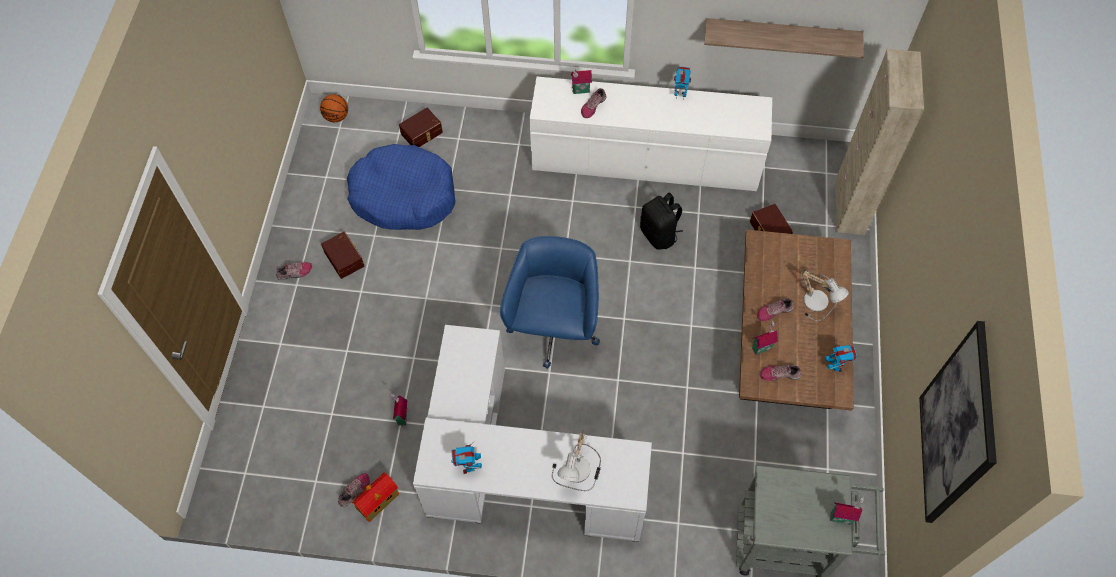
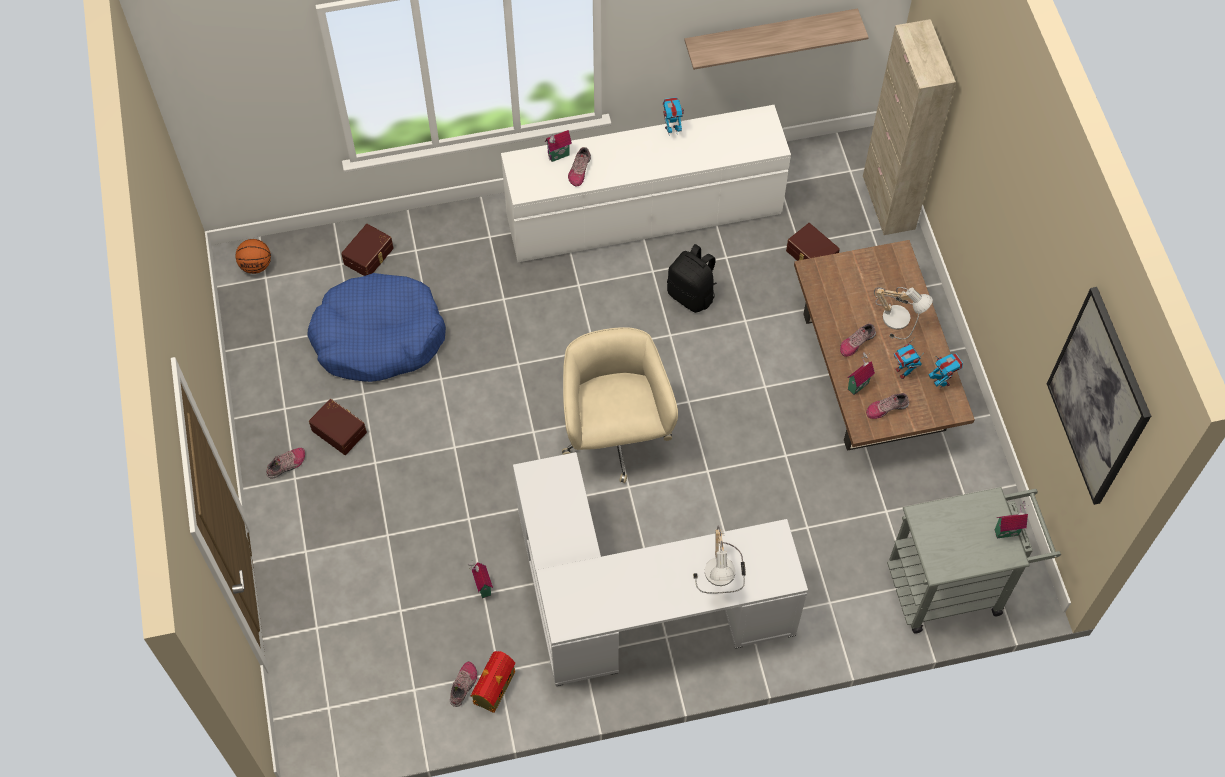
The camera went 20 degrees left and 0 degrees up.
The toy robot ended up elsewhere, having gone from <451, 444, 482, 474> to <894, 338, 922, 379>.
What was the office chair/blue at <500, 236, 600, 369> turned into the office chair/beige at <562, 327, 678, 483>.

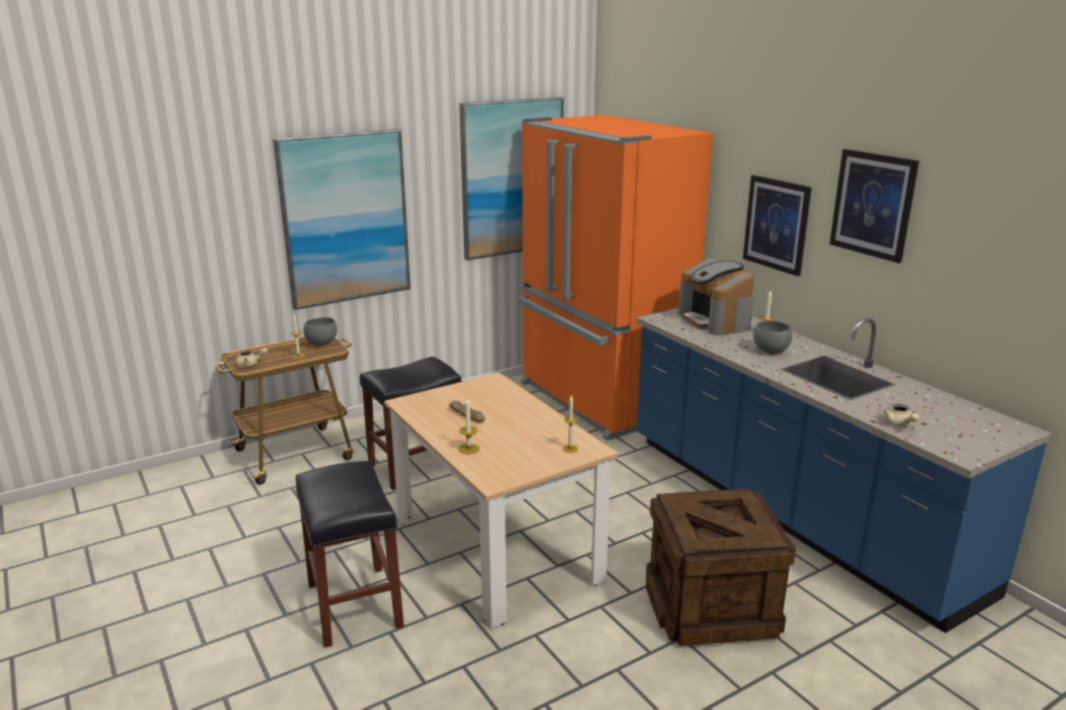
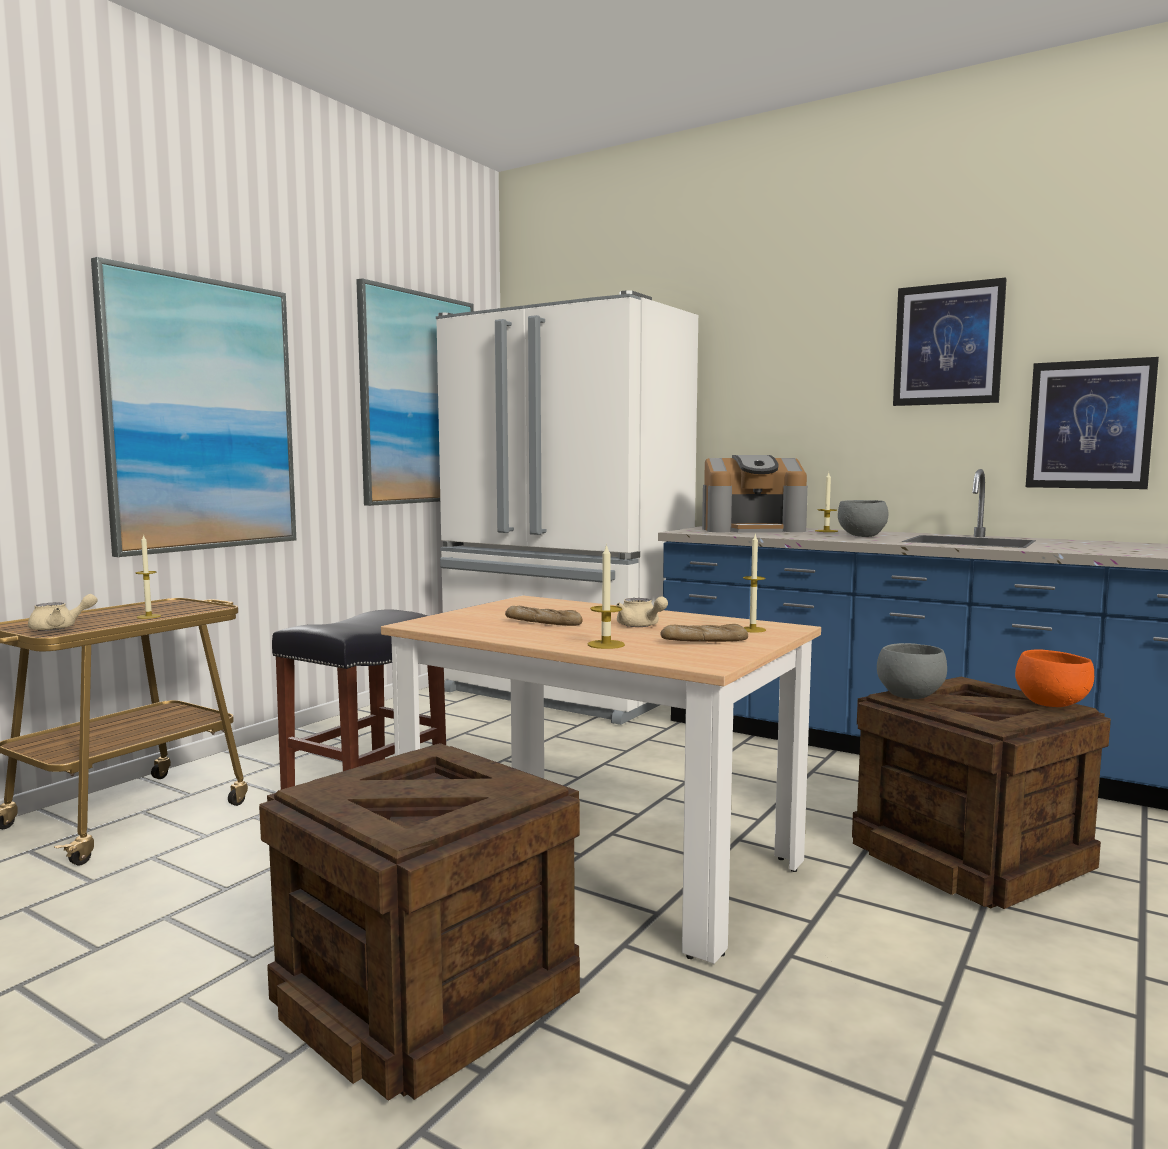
The camera went 25 degrees left and 15 degrees down.
Where the stool/black stood at <296, 461, 404, 648>, the crate came to stand at <259, 743, 580, 1100>.
The bowl/grey ended up elsewhere, having gone from <303, 317, 337, 346> to <877, 643, 947, 699>.
What was the fridge/orange at <518, 115, 713, 441> turned into the fridge/white at <436, 290, 698, 725>.
The coffee machine at <678, 259, 754, 335> ended up facing another way, 45 degrees counterclockwise from before.
The picture ended up elsewhere, having gone from <743, 175, 812, 276> to <1026, 357, 1159, 489>.
The teapot/beige ended up elsewhere, having gone from <883, 404, 919, 427> to <616, 597, 668, 627>.
The second view gained the bread at <660, 624, 748, 642>.
The second view gained the bowl/orange at <1015, 650, 1094, 707>.

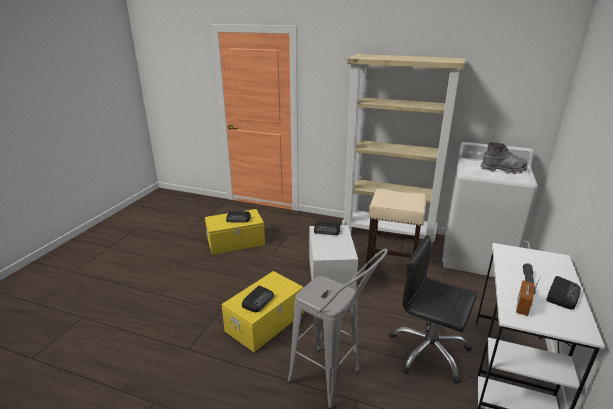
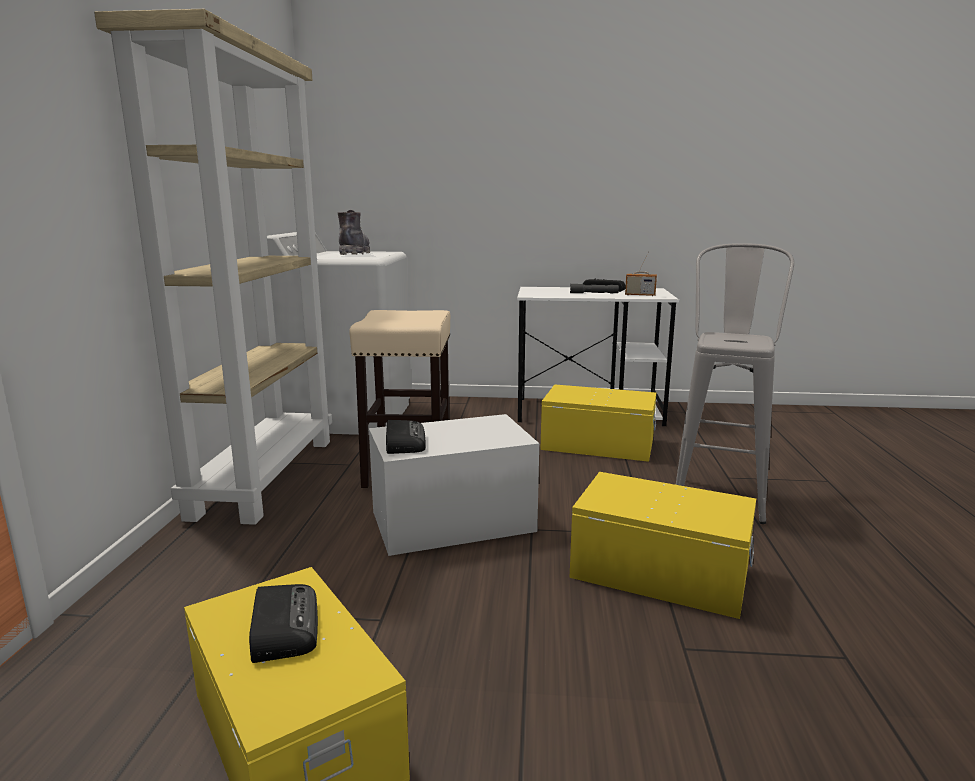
The camera went 105 degrees left and 10 degrees down.
The second view lost the radio at <242, 286, 274, 312>.
Where the office chair/black stood at <389, 235, 477, 384>, the storage box/yellow came to stand at <541, 384, 656, 462>.

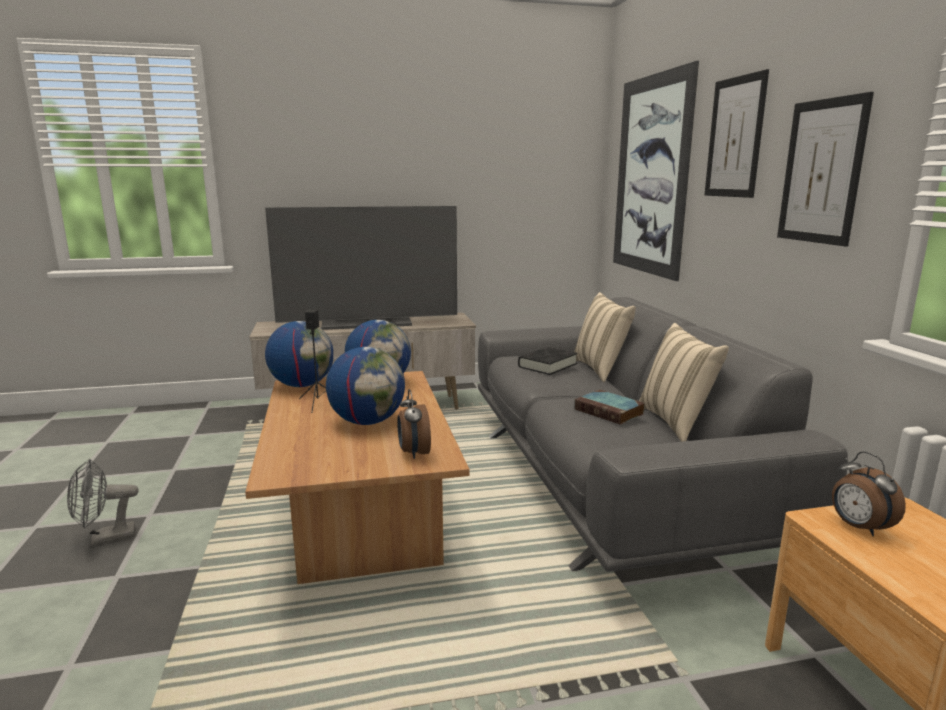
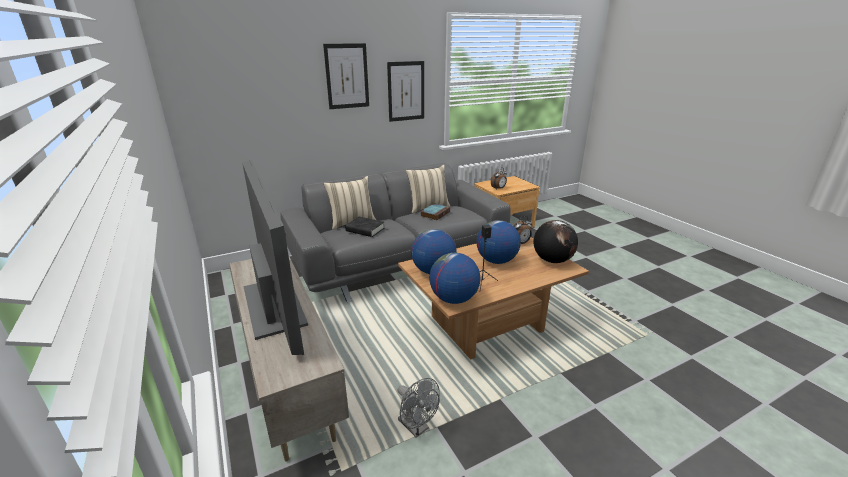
The camera went 105 degrees left and 10 degrees up.
The fan/grey ended up elsewhere, having gone from <67, 459, 139, 546> to <398, 378, 440, 438>.
The second view lost the picture at <613, 61, 699, 281>.
The second view gained the globe at <533, 220, 578, 263>.

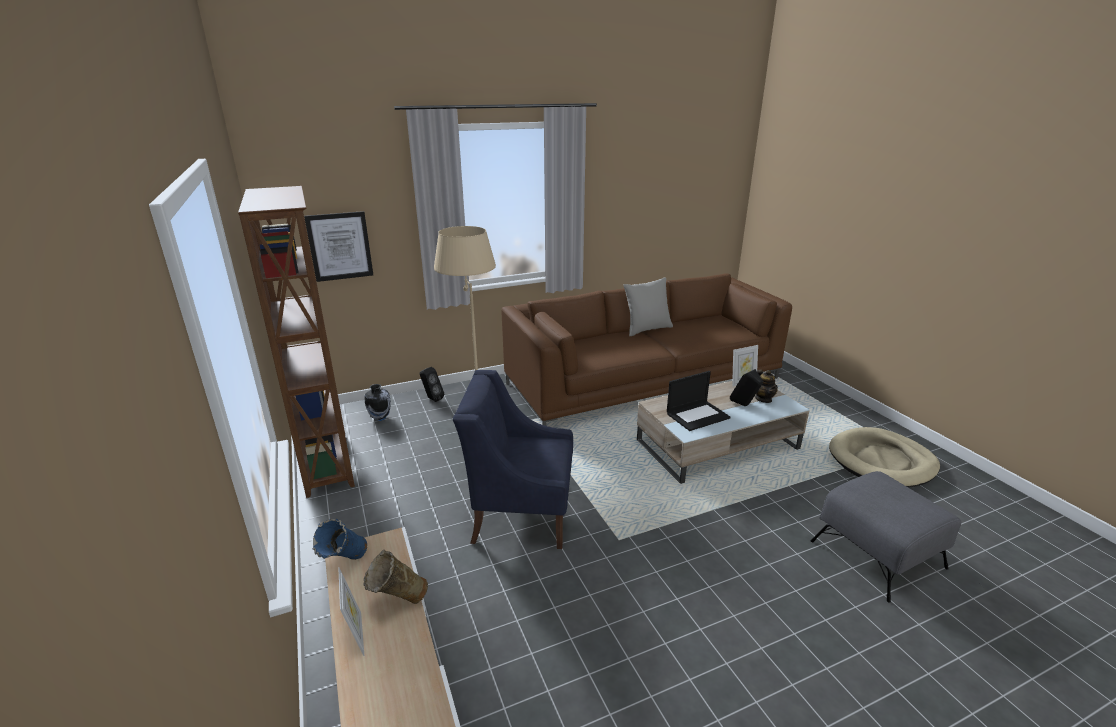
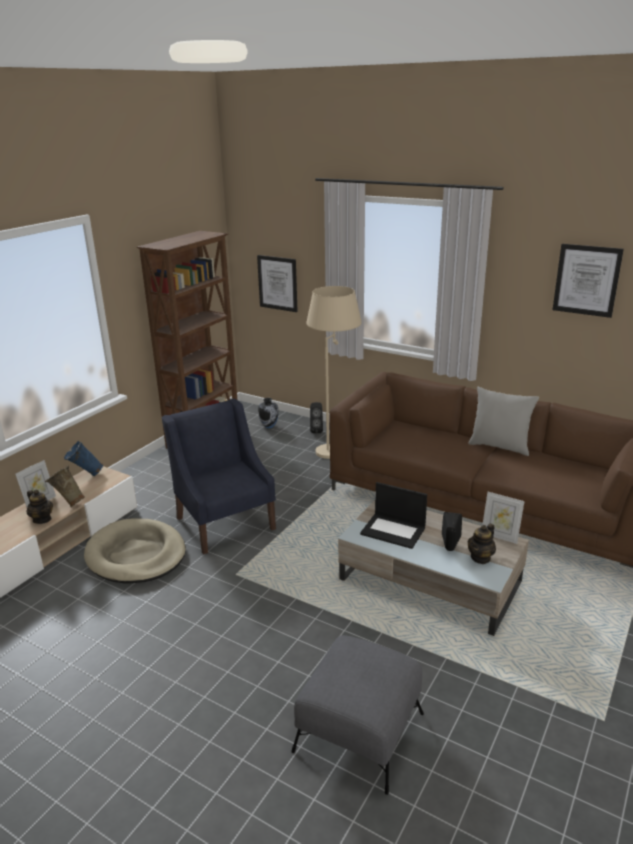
The camera went 55 degrees right and 0 degrees up.
The dog bed/beige ended up elsewhere, having gone from <829, 427, 940, 487> to <84, 519, 186, 583>.
The second view gained the teapot at <26, 490, 53, 524>.
The second view gained the picture at <553, 244, 624, 318>.

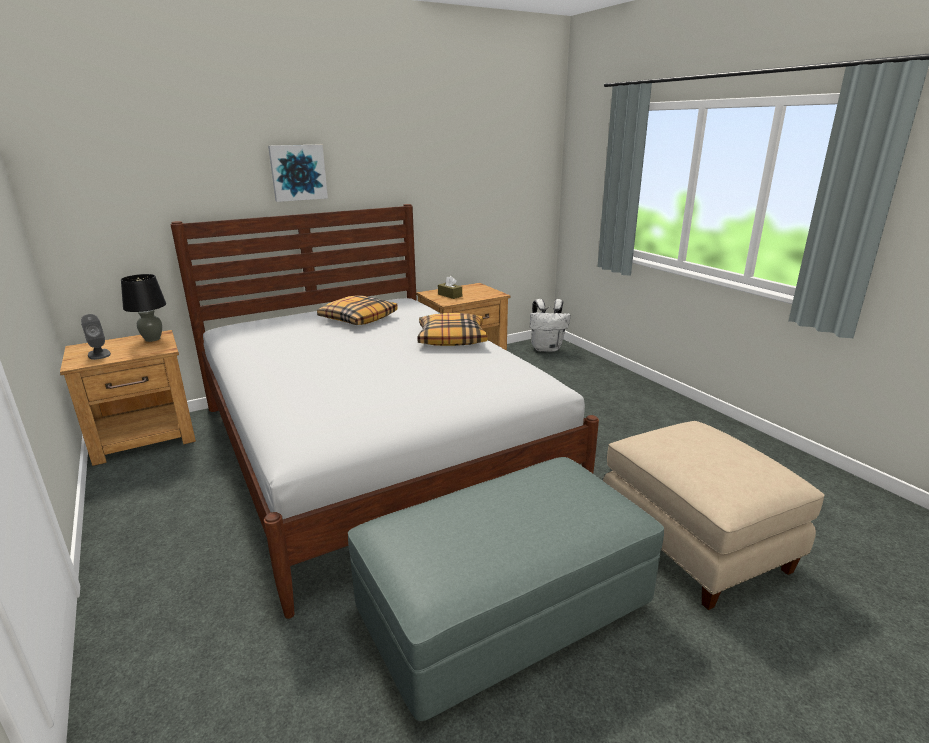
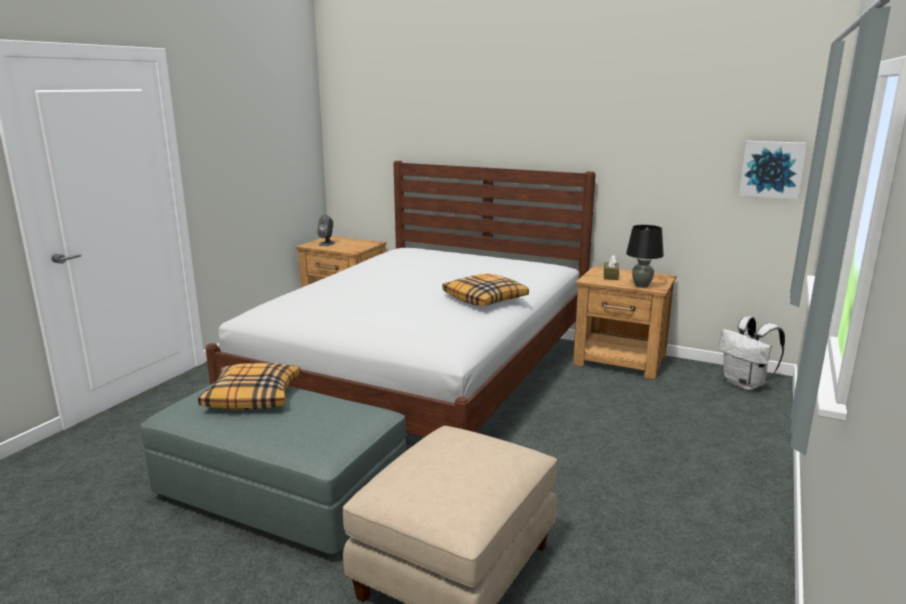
The camera went 55 degrees right and 5 degrees down.
The table lamp/black ended up elsewhere, having gone from <121, 274, 166, 342> to <626, 225, 664, 288>.
The picture ended up elsewhere, having gone from <268, 144, 328, 202> to <739, 141, 807, 200>.
The pillow ended up elsewhere, having gone from <317, 295, 398, 325> to <198, 363, 301, 410>.

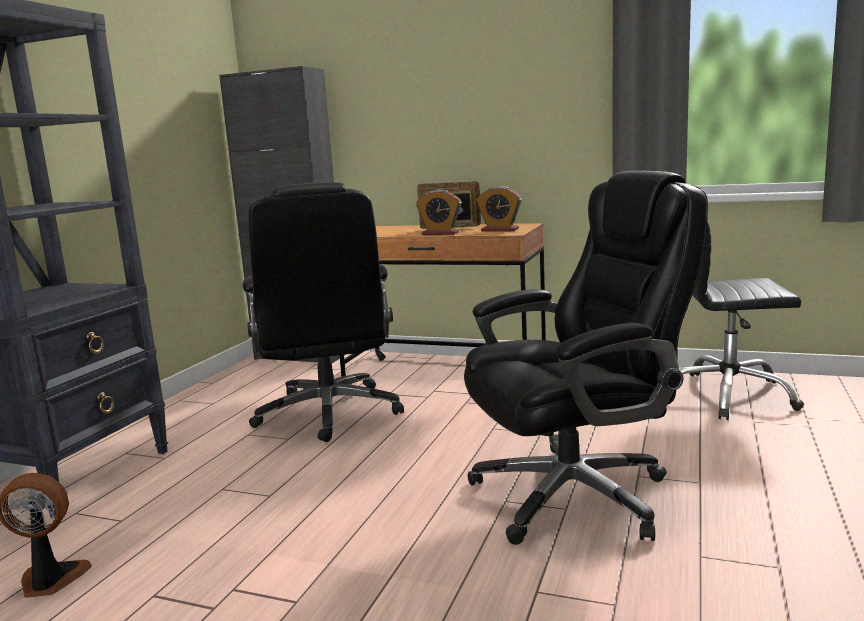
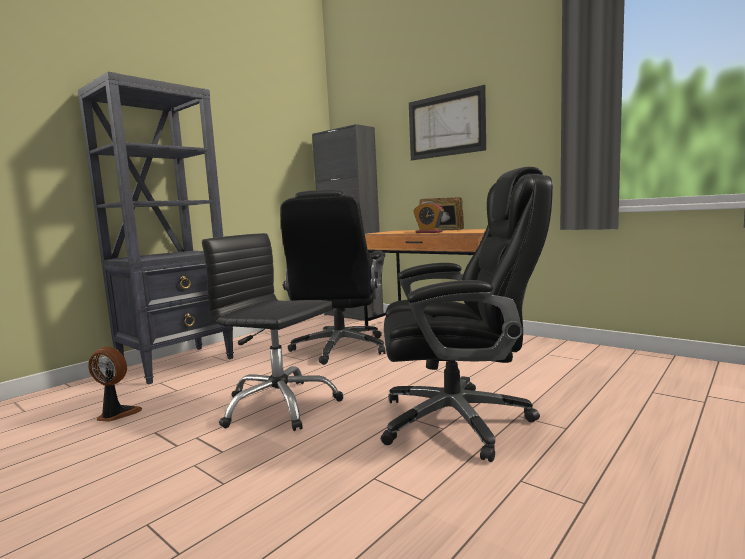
The camera went 20 degrees right and 5 degrees down.
The second view lost the alarm clock at <476, 186, 522, 232>.
The office chair/black ended up elsewhere, having gone from <679, 221, 804, 420> to <202, 233, 344, 431>.
The second view gained the picture at <409, 85, 486, 160>.

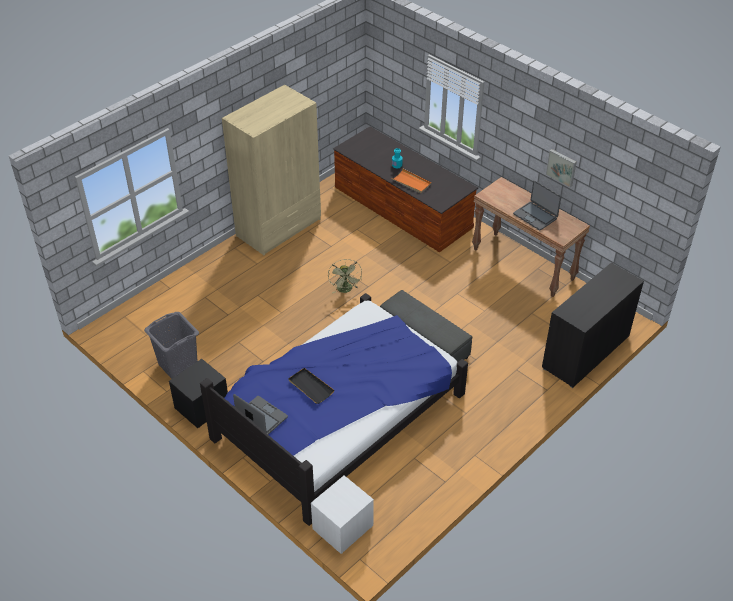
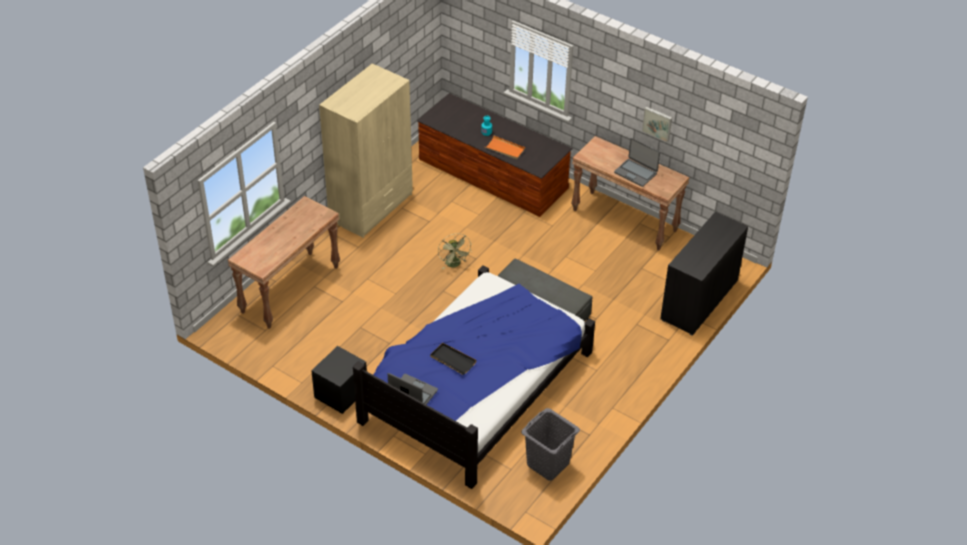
The camera went 10 degrees left and 0 degrees up.
The laundry basket/grey ended up elsewhere, having gone from <144, 312, 199, 379> to <521, 408, 580, 481>.
The second view lost the nightstand/white at <311, 475, 374, 554>.
The second view gained the console table/brown at <228, 196, 340, 329>.

